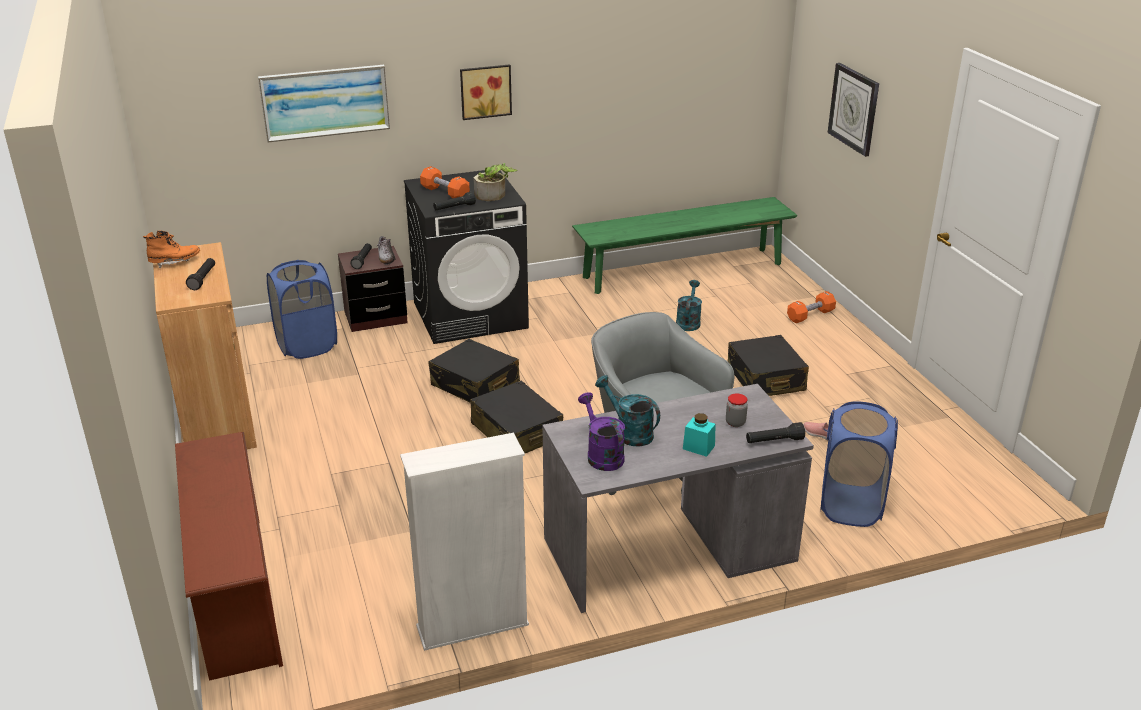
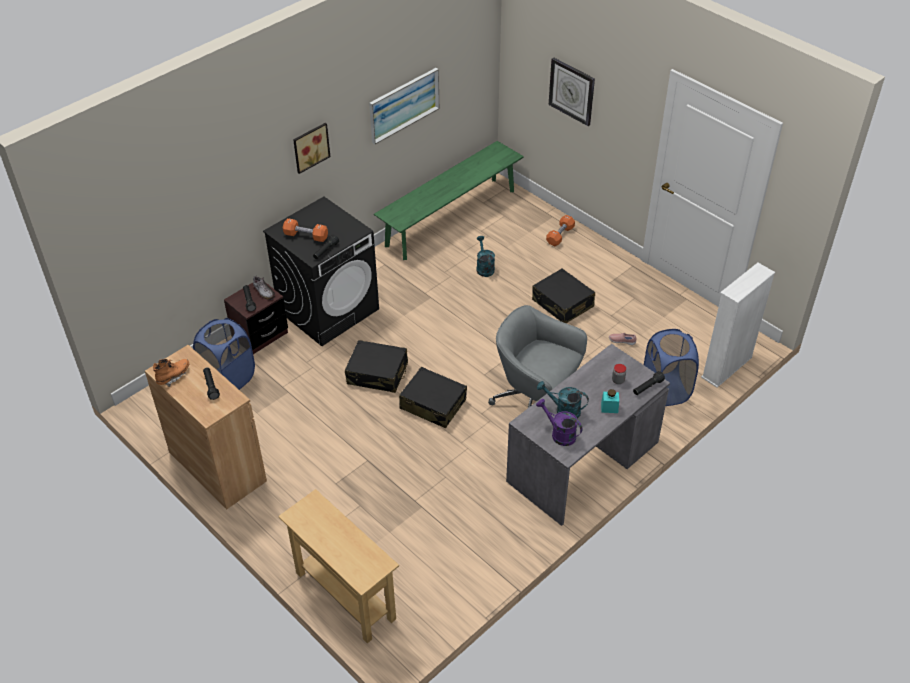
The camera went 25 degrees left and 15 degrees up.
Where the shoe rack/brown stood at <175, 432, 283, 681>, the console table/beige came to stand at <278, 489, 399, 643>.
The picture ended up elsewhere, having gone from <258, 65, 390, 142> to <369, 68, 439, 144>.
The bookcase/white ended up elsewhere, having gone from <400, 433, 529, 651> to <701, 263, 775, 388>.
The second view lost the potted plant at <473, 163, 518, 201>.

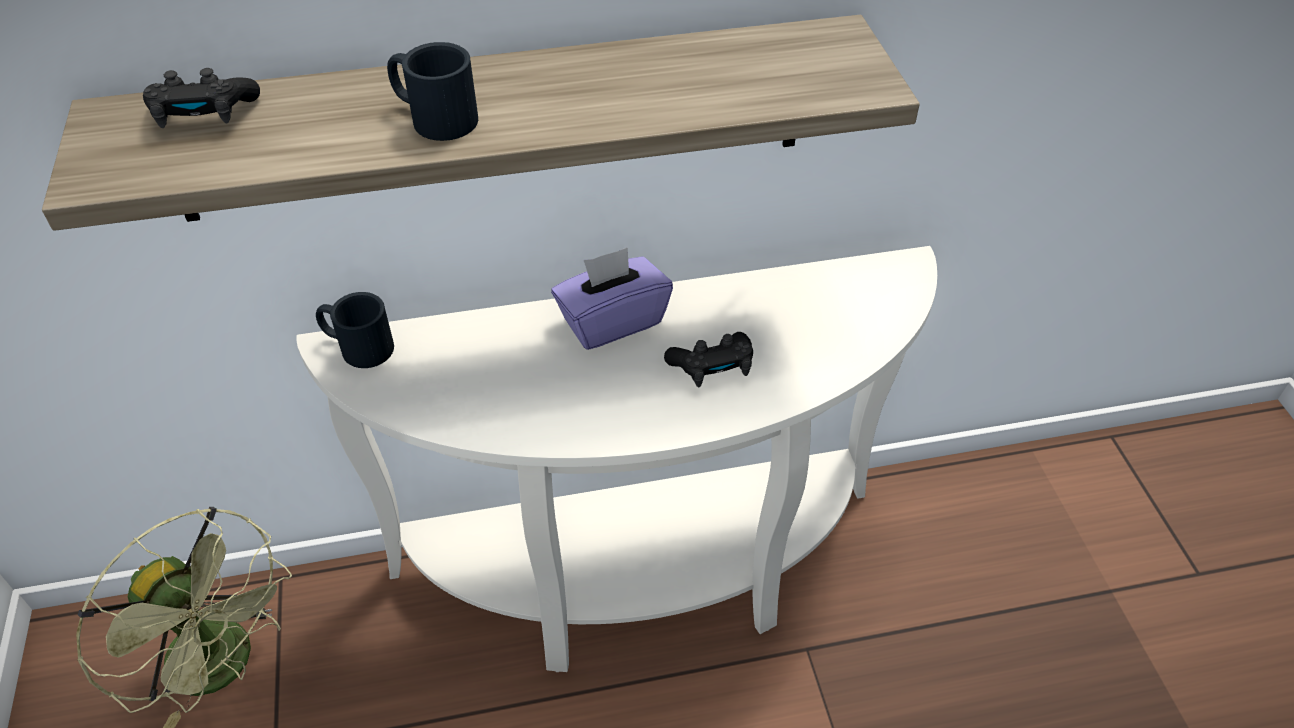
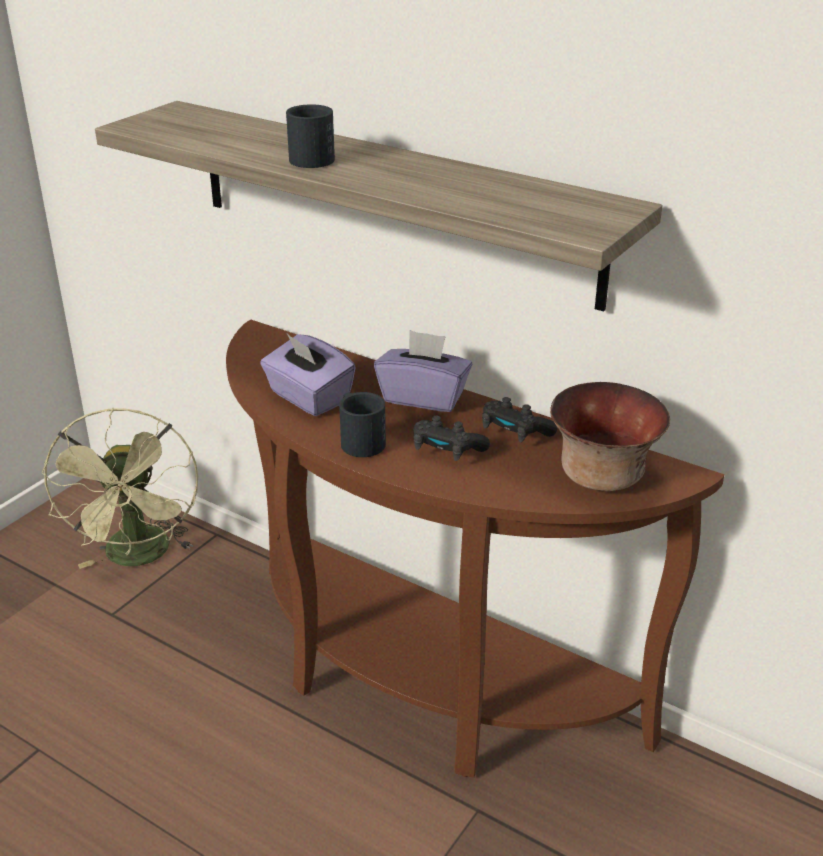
The camera went 45 degrees right and 15 degrees down.
The game controller/black ended up elsewhere, having gone from <143, 68, 260, 128> to <482, 397, 557, 442>.
What was the console table/white at <296, 246, 937, 672> turned into the console table/brown at <226, 320, 724, 778>.
The mug/black ended up elsewhere, having gone from <316, 292, 394, 368> to <339, 392, 386, 457>.
The second view gained the tissue box/purple at <260, 334, 356, 416>.
The second view gained the bowl at <550, 382, 670, 491>.

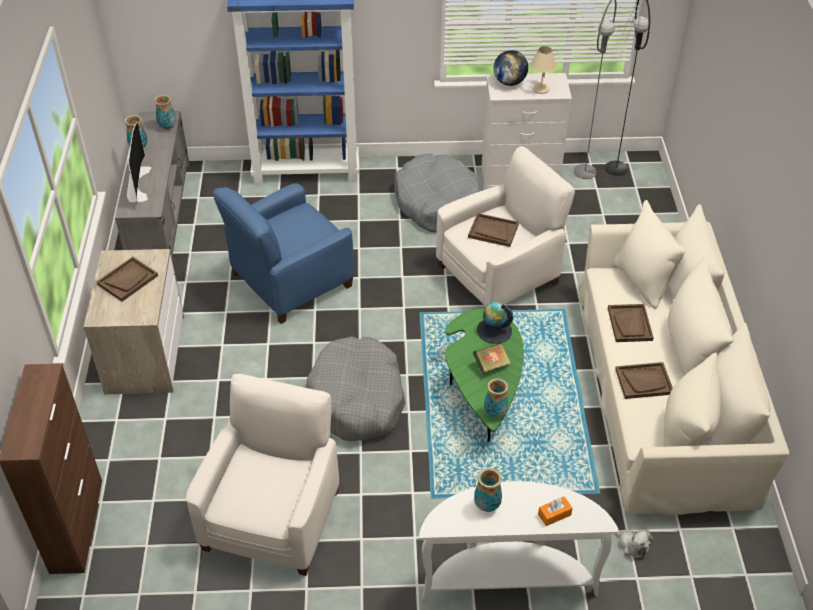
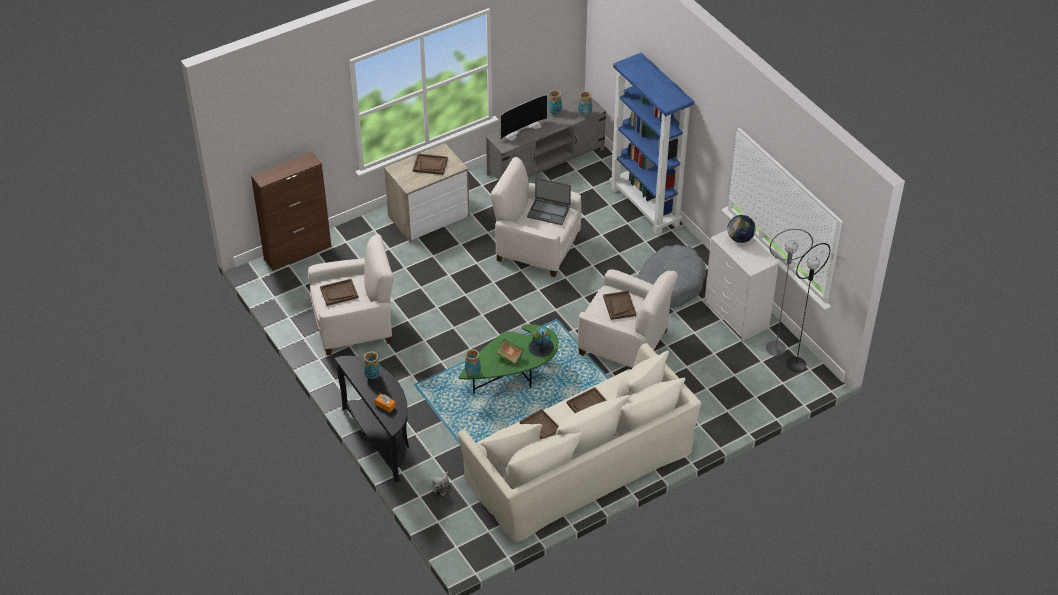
The camera went 60 degrees right and 0 degrees up.
What was the armchair/blue at <213, 183, 354, 324> turned into the armchair/white at <490, 157, 581, 277>.
The second view lost the dog bed/grey at <306, 337, 405, 441>.
What was the console table/white at <419, 481, 619, 601> turned into the console table/black at <335, 356, 409, 483>.
The second view lost the table lamp/beige at <531, 46, 557, 94>.
The second view gained the tray/brown at <320, 279, 359, 306>.
The second view gained the laptop at <527, 178, 571, 225>.

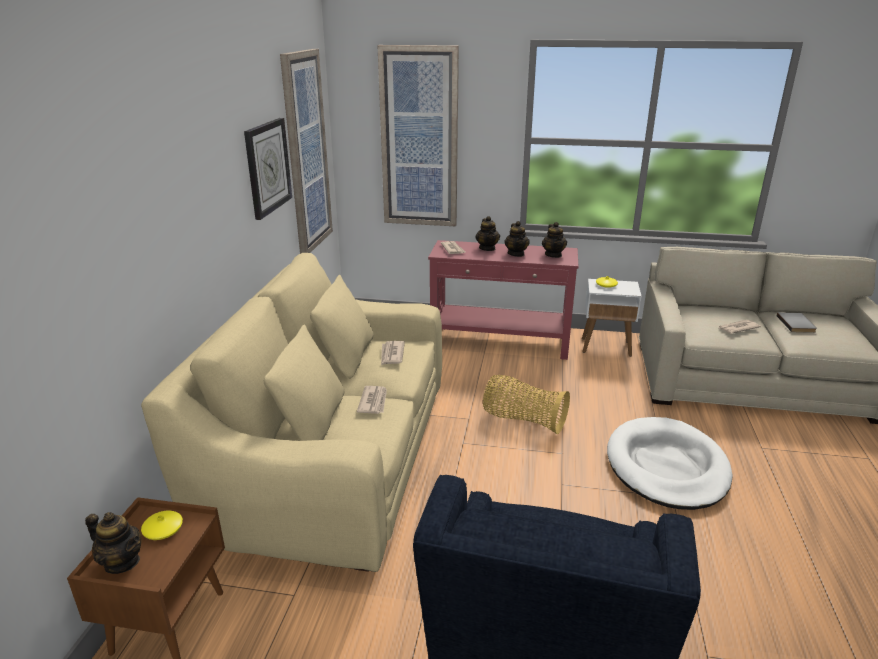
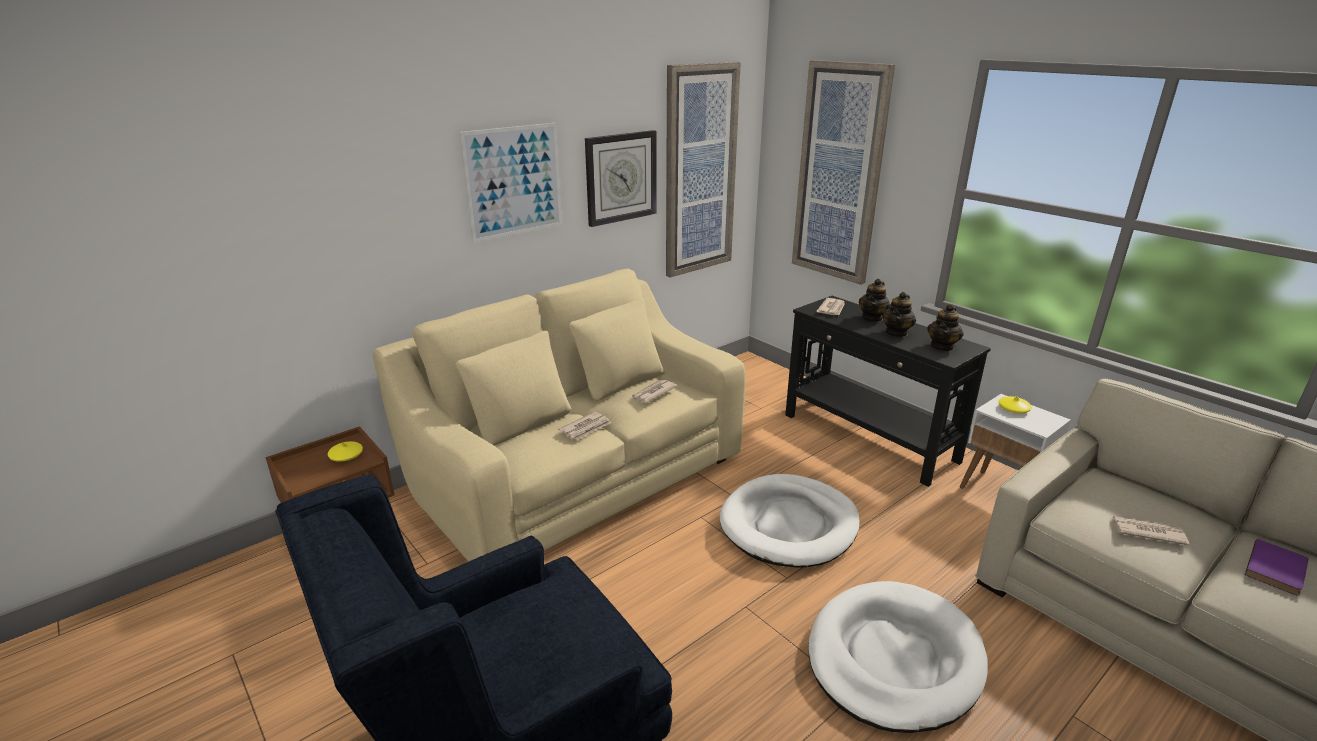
The camera went 40 degrees right and 0 degrees up.
The second view lost the teapot at <85, 512, 142, 574>.
What was the console table/red at <428, 240, 578, 360> turned into the console table/black at <785, 296, 991, 487>.
Where the basket stood at <483, 375, 570, 434>, the dog bed/white came to stand at <720, 474, 860, 568>.
What was the book/grey at <777, 312, 817, 333> turned into the book/purple at <1245, 539, 1309, 596>.
The second view gained the picture at <459, 123, 562, 243>.

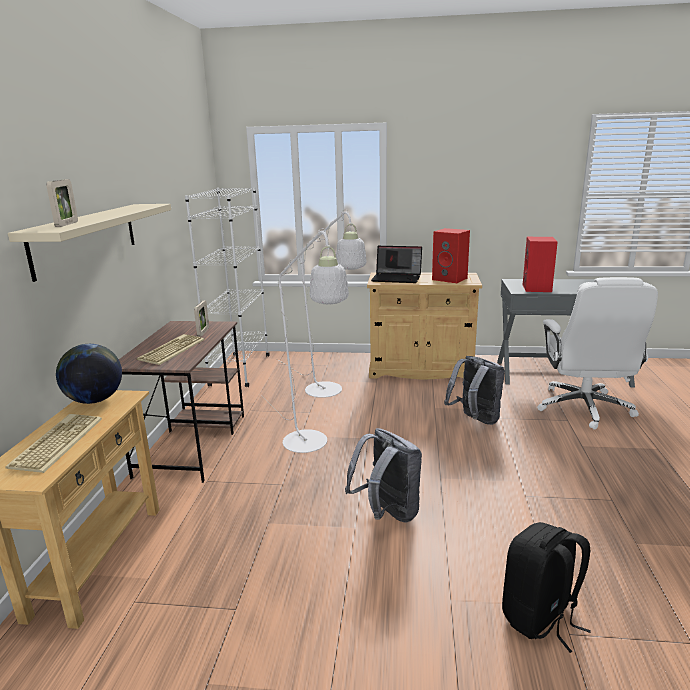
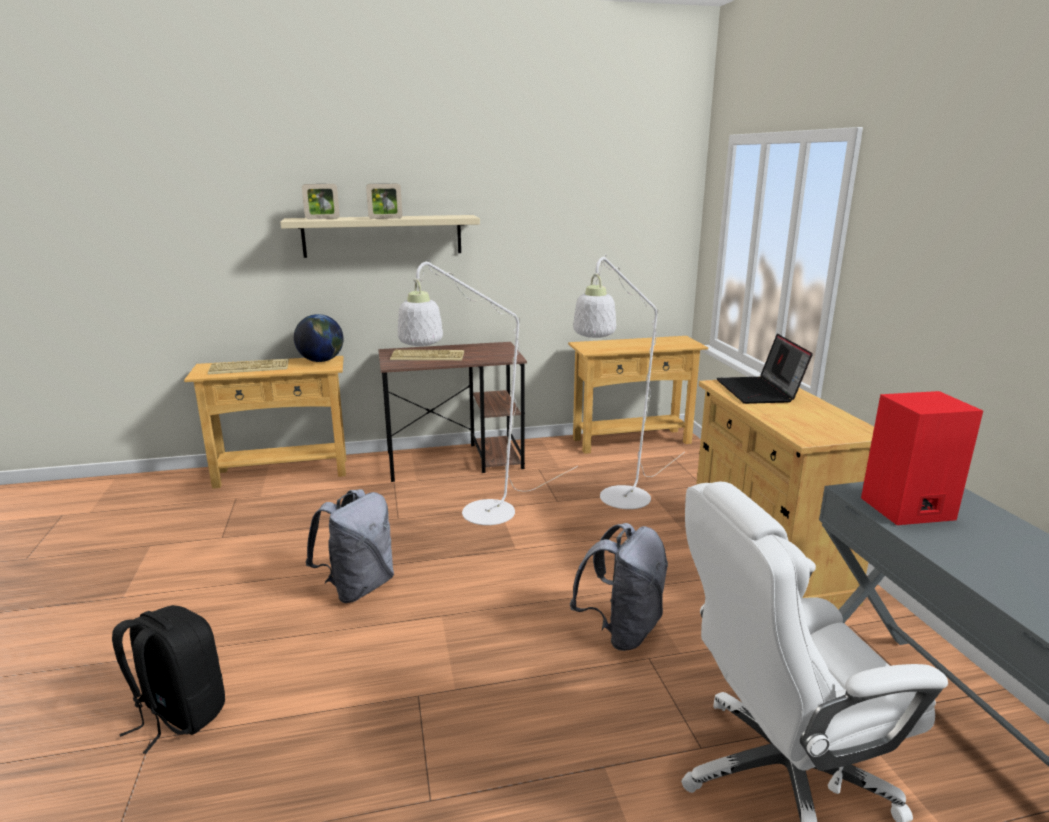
The camera went 70 degrees right and 0 degrees up.
Where the bookcase/white stood at <185, 187, 270, 387>, the console table/beige came to stand at <568, 336, 708, 454>.
The picture frame ended up elsewhere, having gone from <194, 301, 209, 337> to <366, 184, 402, 219>.
The second view lost the speaker/red at <432, 228, 470, 283>.

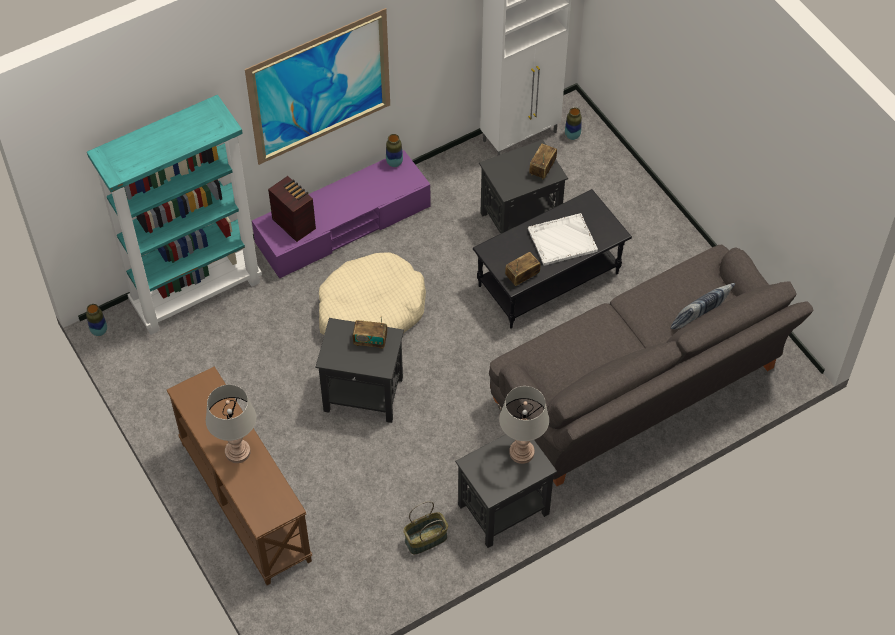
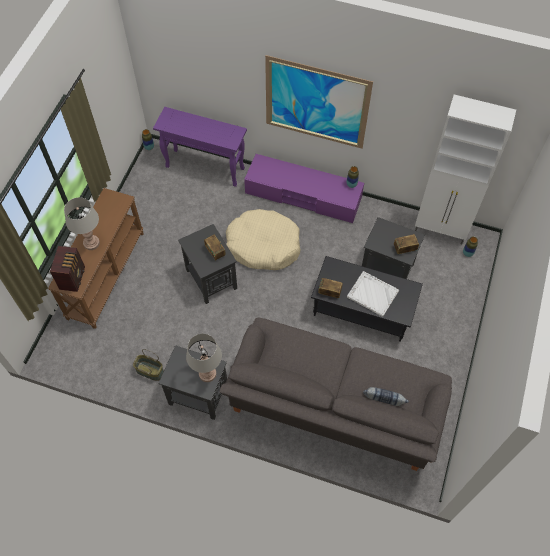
The camera went 50 degrees right and 5 degrees up.
Where the bookcase/turquoise stood at <87, 95, 262, 335>, the console table/purple came to stand at <153, 107, 247, 187>.
The radio ended up elsewhere, having gone from <268, 176, 316, 242> to <50, 246, 85, 292>.

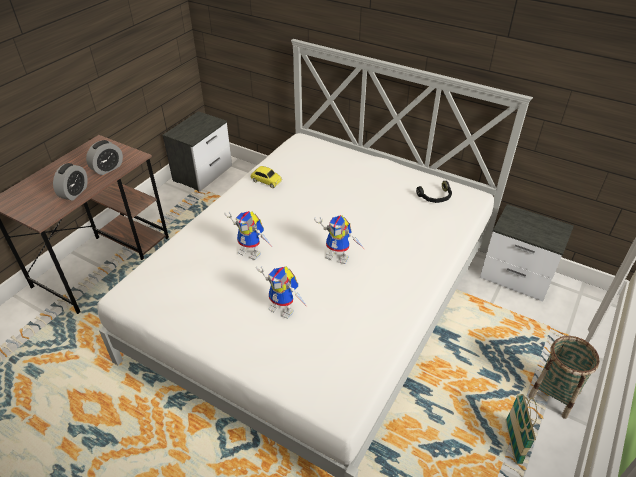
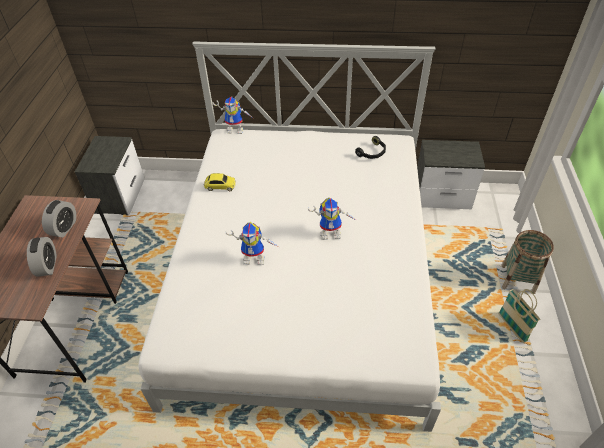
The camera went 25 degrees left and 5 degrees up.
The toy robot ended up elsewhere, having gone from <256, 266, 307, 319> to <212, 97, 253, 134>.

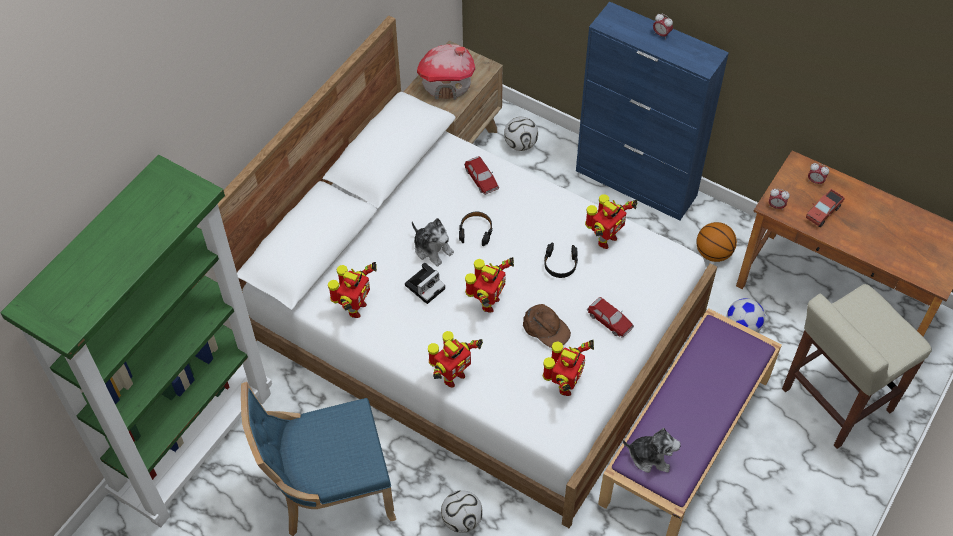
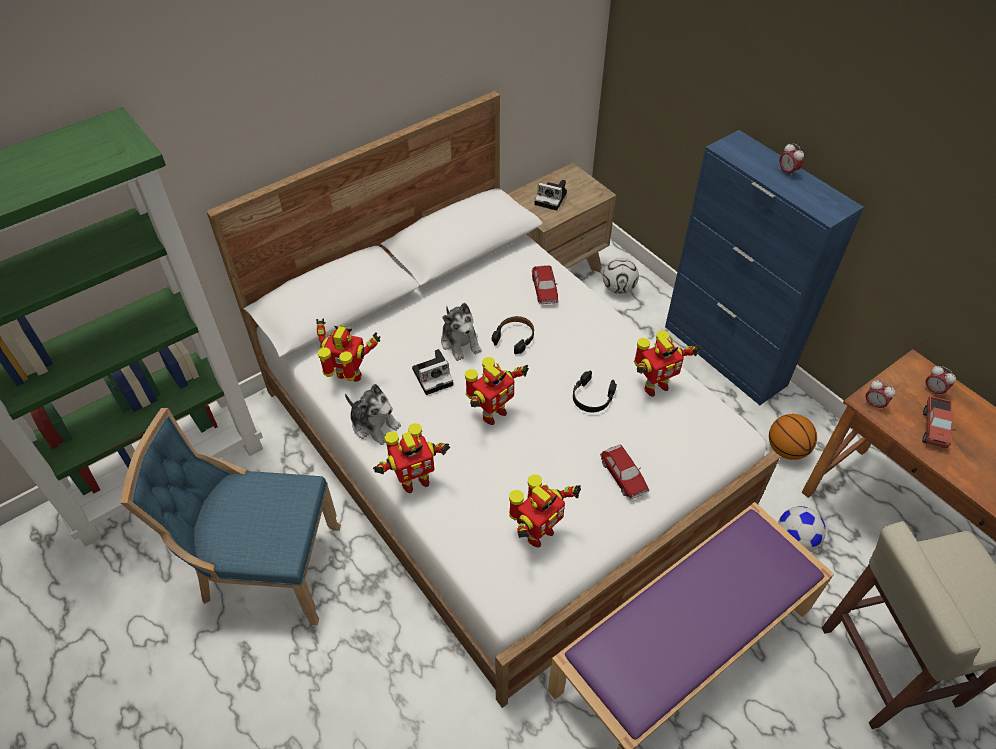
The camera went 20 degrees right and 5 degrees down.
The toy robot at <328, 262, 377, 318> ended up facing another way, 120 degrees counterclockwise from before.
Where the toy house stood at <417, 44, 475, 100>, the photo camera came to stand at <534, 179, 567, 211>.
The second view lost the football at <441, 490, 483, 533>.
The second view lost the cap/brown at <523, 304, 571, 348>.
The plush toy ended up elsewhere, having gone from <623, 428, 681, 473> to <345, 384, 401, 445>.
The toy truck at <806, 189, 845, 227> ended up facing another way, 45 degrees counterclockwise from before.

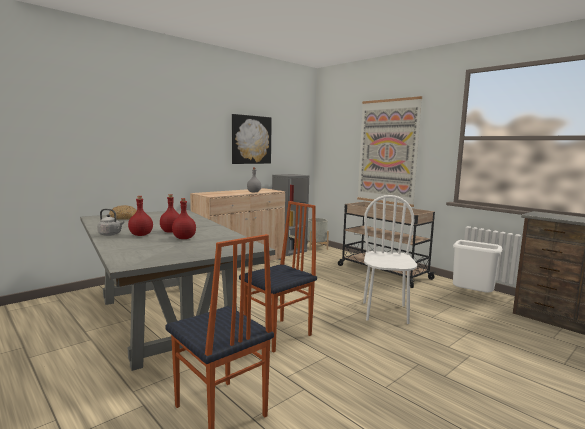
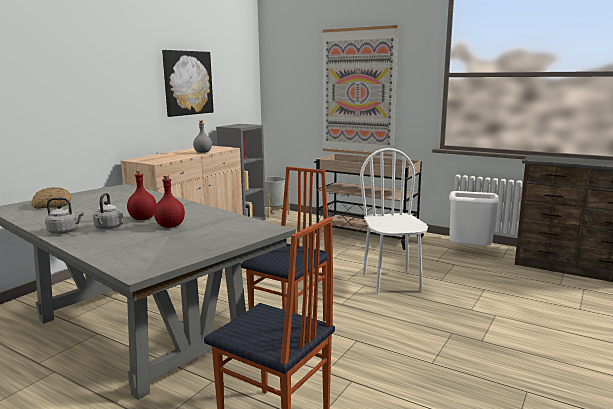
The camera went 15 degrees left and 5 degrees up.
Where the bottle/red stood at <128, 196, 153, 236>, the kettle/grey came to stand at <93, 193, 124, 229>.

